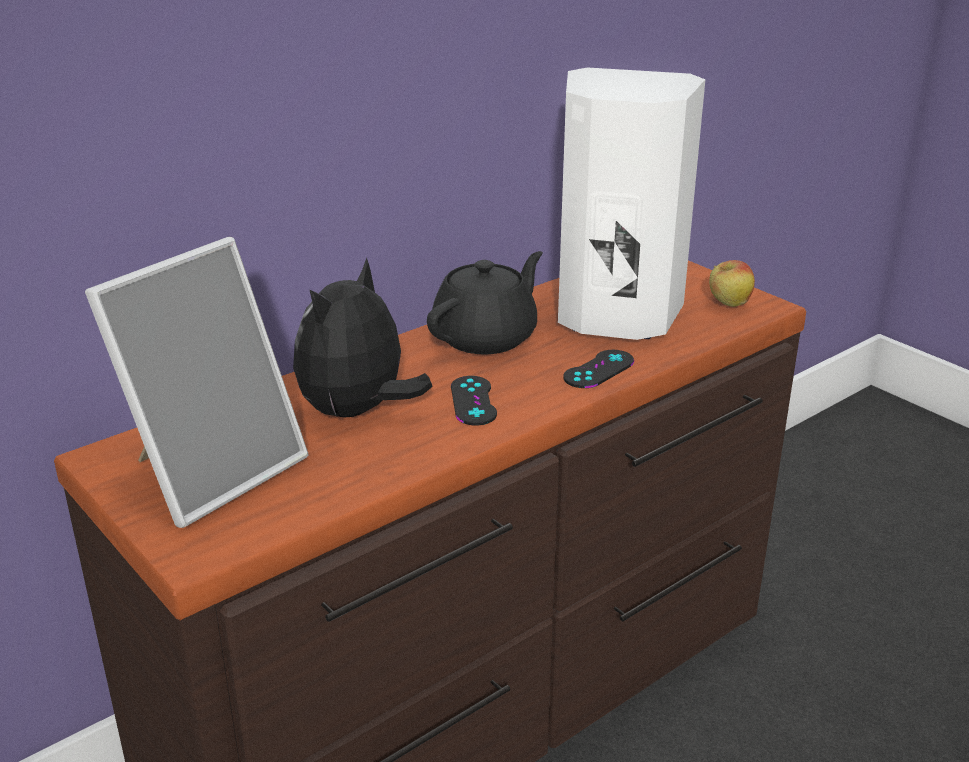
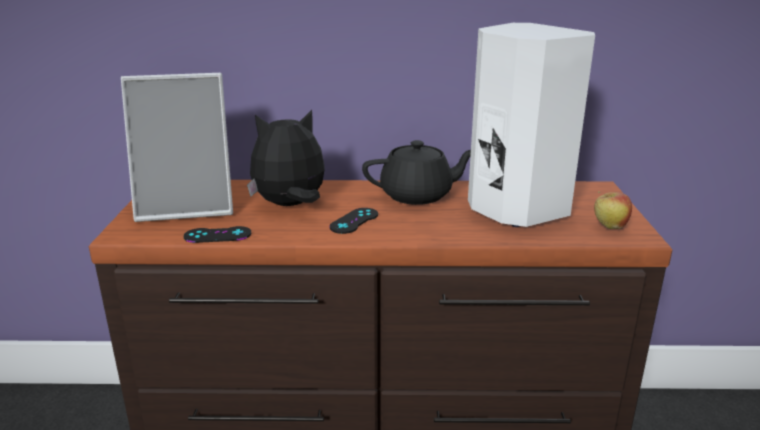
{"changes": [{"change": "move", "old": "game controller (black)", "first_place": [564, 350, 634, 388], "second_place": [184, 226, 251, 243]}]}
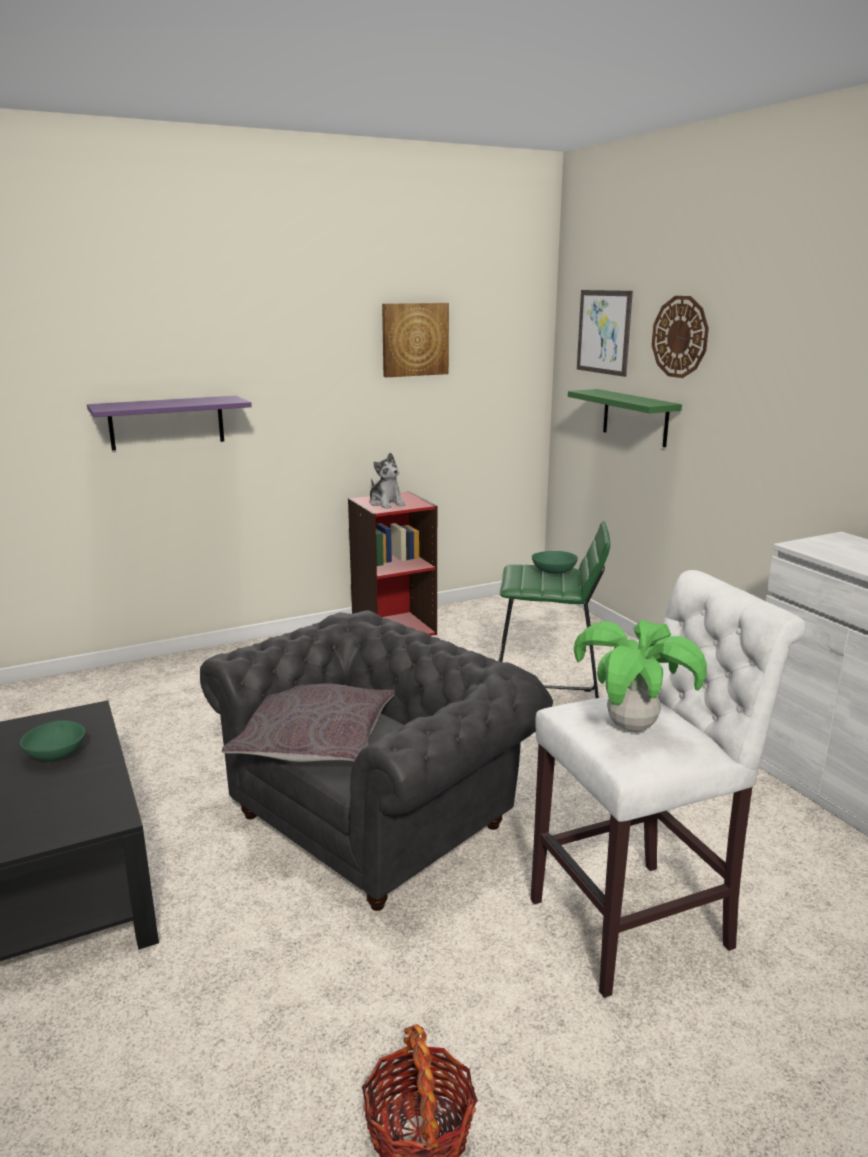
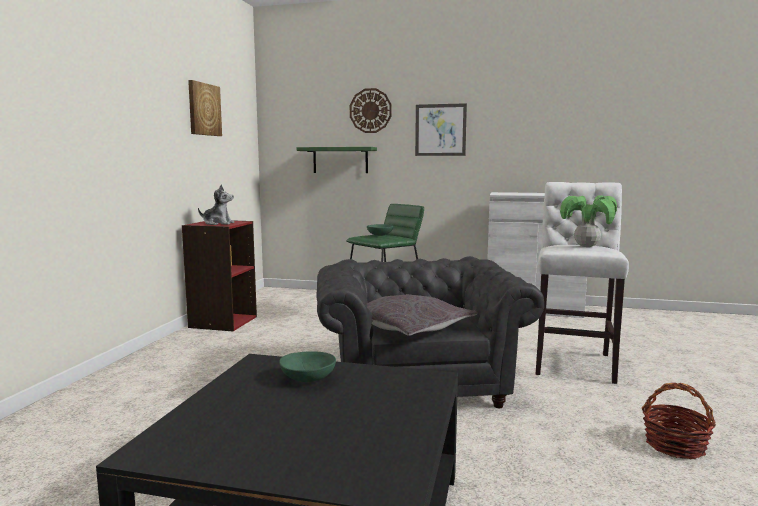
{"changes": [{"change": "move", "old": "picture", "first_place": [577, 290, 633, 377], "second_place": [415, 103, 467, 156]}, {"change": "delete", "old": "shelf (purple)", "first_place": [87, 396, 252, 451]}]}
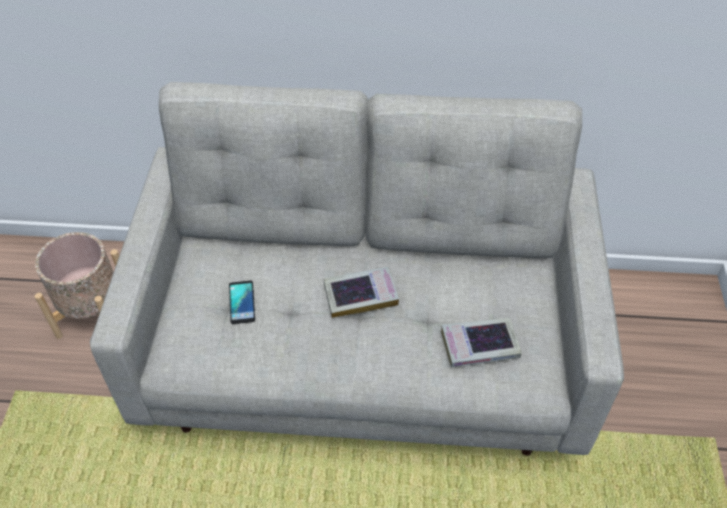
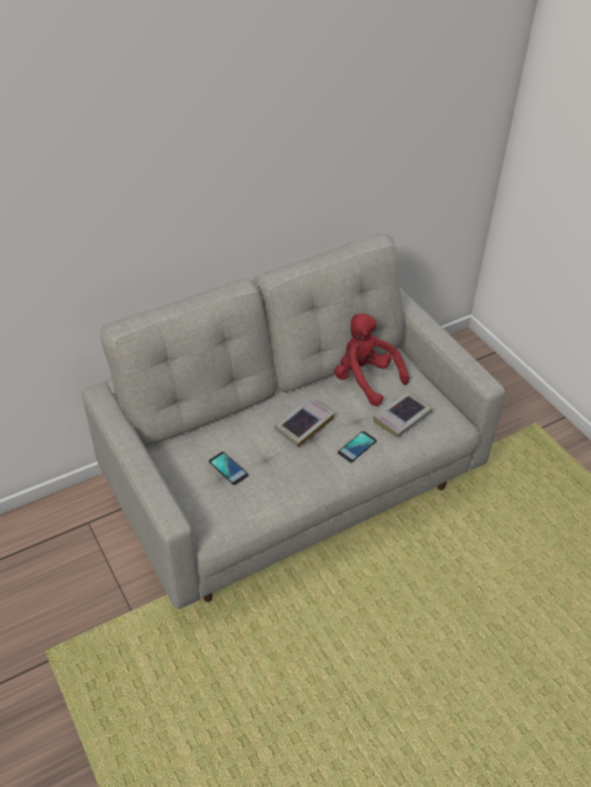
{"changes": [{"change": "delete", "old": "planter (beige)", "first_place": [35, 232, 119, 339]}, {"change": "insert", "new": "plush toy (red)", "second_place": [334, 313, 410, 406]}, {"change": "insert", "new": "phone", "second_place": [338, 431, 377, 462]}]}
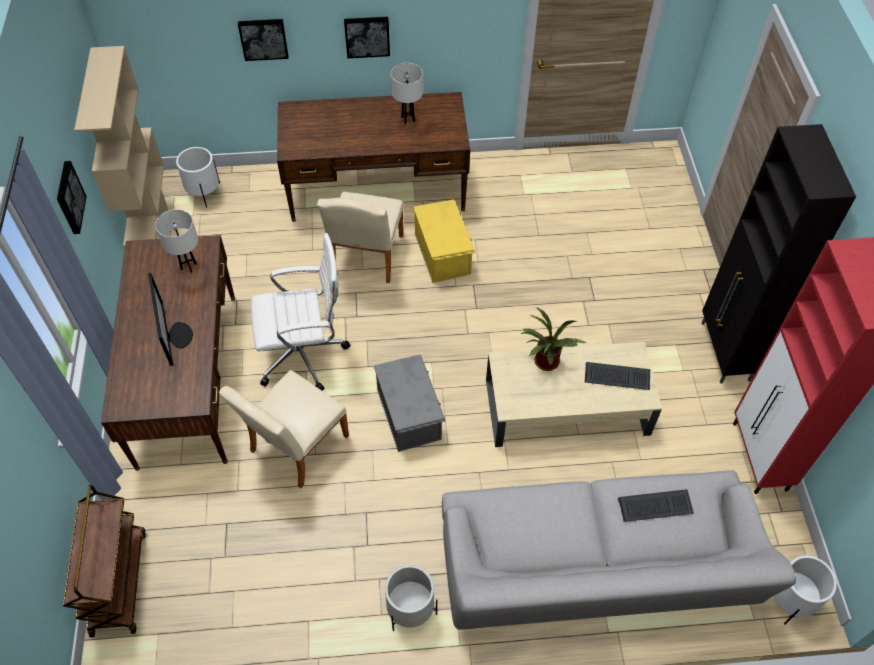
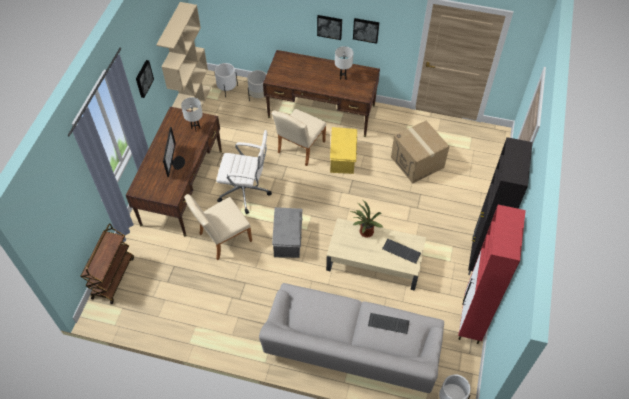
{"changes": [{"change": "move", "old": "picture", "first_place": [238, 19, 288, 61], "second_place": [353, 18, 379, 44]}, {"change": "move", "old": "planter (white)", "first_place": [385, 565, 437, 631], "second_place": [247, 70, 266, 101]}, {"change": "insert", "new": "cardboard box", "second_place": [391, 121, 450, 184]}]}
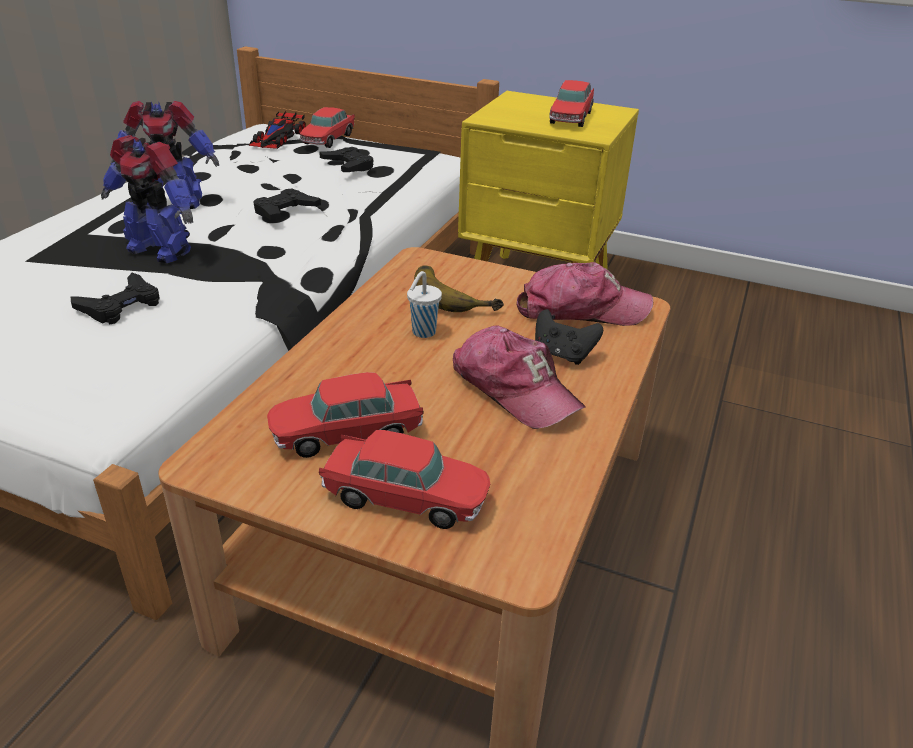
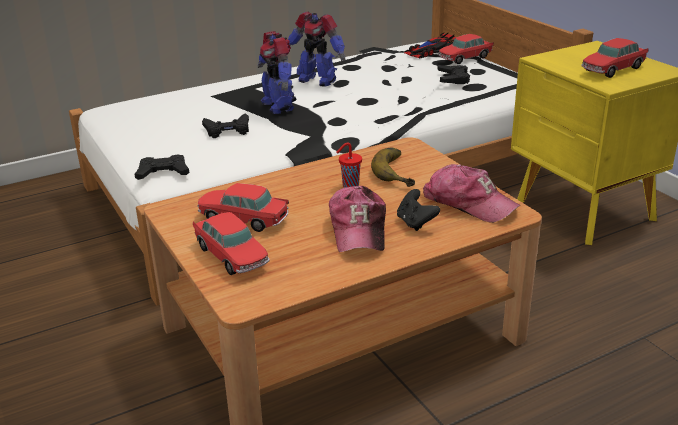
{"changes": [{"change": "move", "old": "game controller (black)", "first_place": [253, 188, 321, 220], "second_place": [135, 155, 189, 180]}, {"change": "recolor", "old": "cup (white)", "new": "cup (red)", "first_place": [407, 271, 442, 338], "second_place": [337, 142, 362, 188]}]}
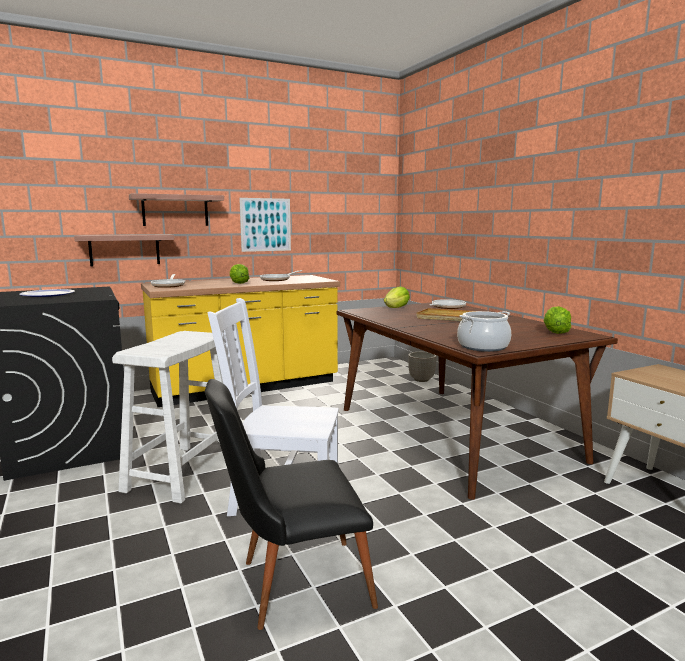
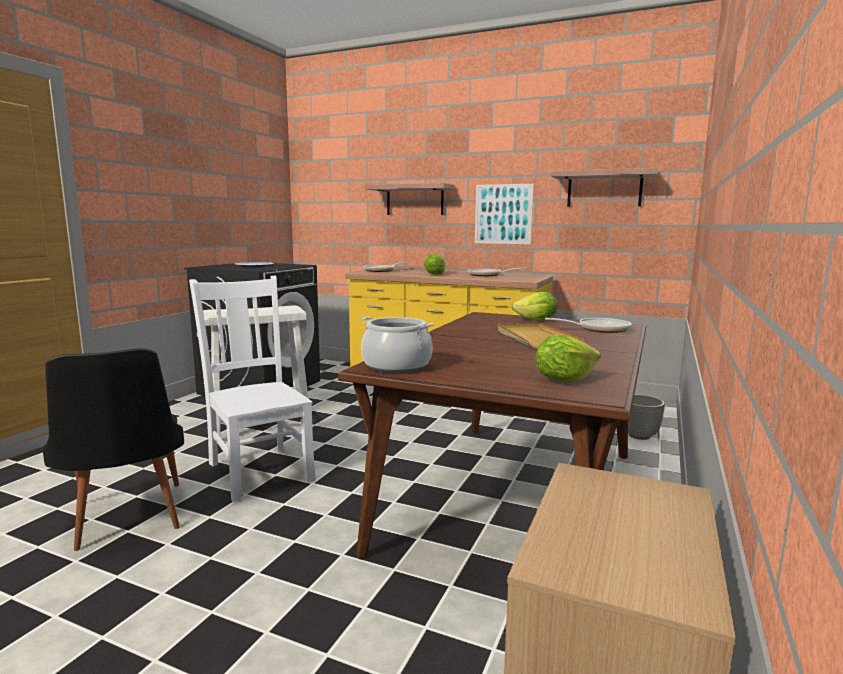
{"changes": [{"change": "move", "old": "shelf", "first_place": [74, 234, 174, 267], "second_place": [551, 168, 658, 207]}, {"change": "rotate", "old": "chair (black)", "first_place": [205, 379, 378, 630], "second_place": [43, 348, 184, 551], "degrees": -150}]}
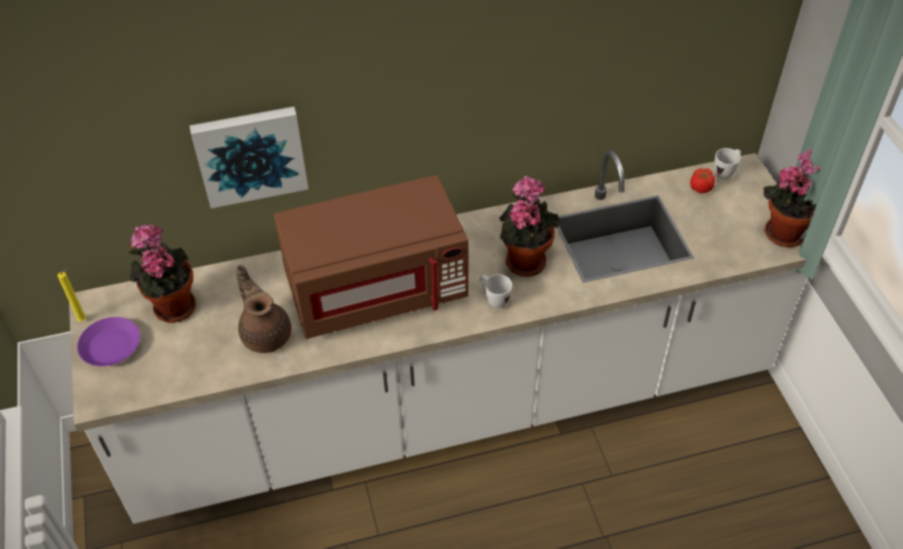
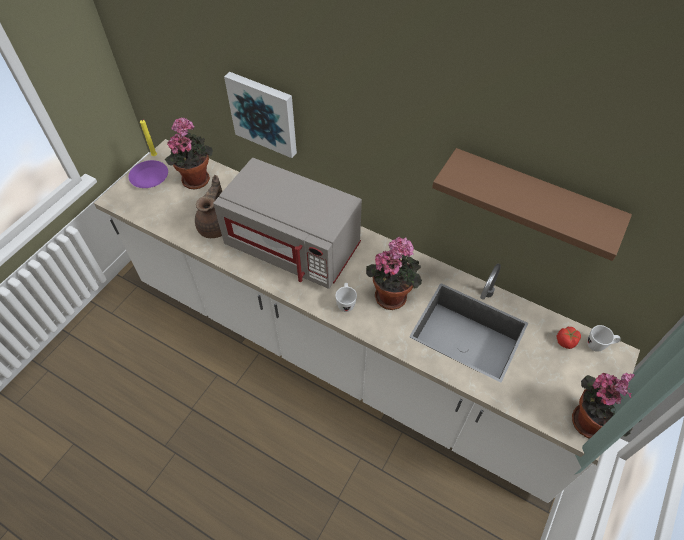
{"changes": [{"change": "recolor", "old": "microwave (brown)", "new": "microwave (grey)", "first_place": [274, 175, 469, 339], "second_place": [213, 158, 362, 289]}, {"change": "insert", "new": "shelf (brown)", "second_place": [432, 148, 632, 261]}]}
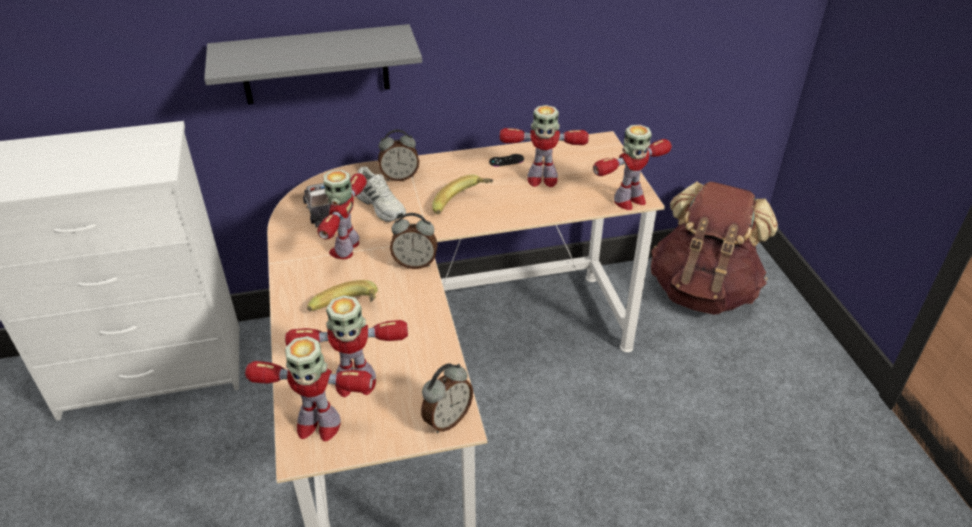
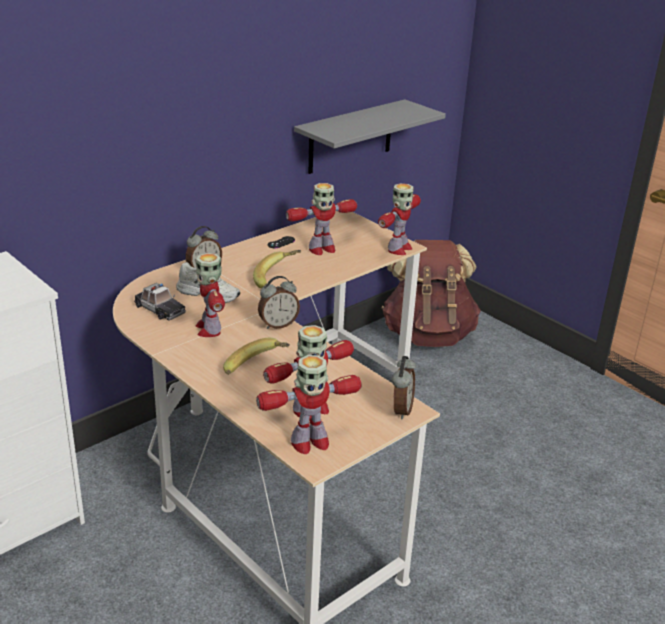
{"changes": [{"change": "move", "old": "shelf (grey)", "first_place": [204, 24, 422, 105], "second_place": [294, 99, 446, 174]}]}
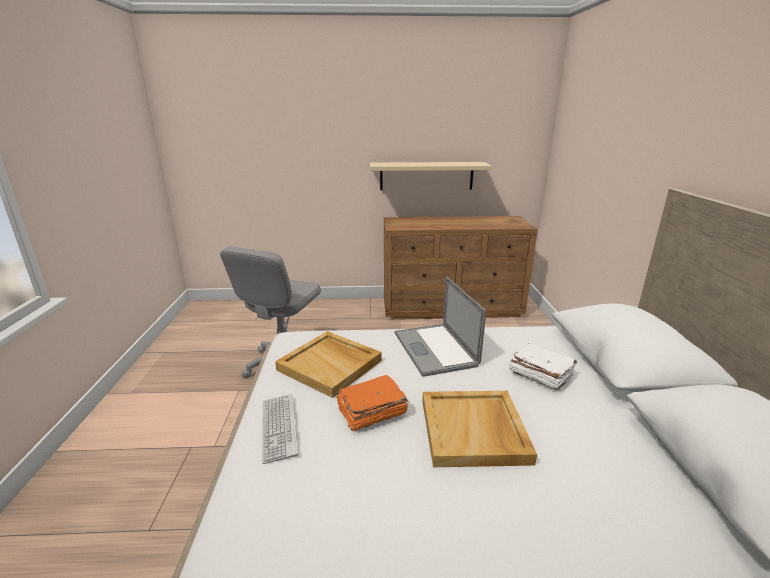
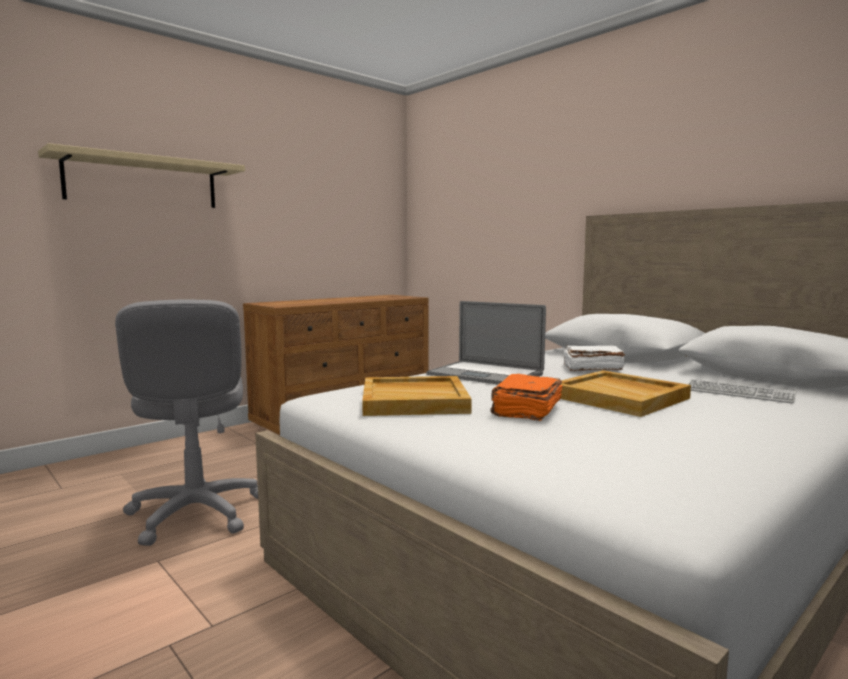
{"changes": [{"change": "move", "old": "shelf (beige)", "first_place": [370, 162, 492, 190], "second_place": [38, 143, 245, 208]}, {"change": "move", "old": "keyboard", "first_place": [262, 394, 298, 464], "second_place": [688, 379, 796, 403]}]}
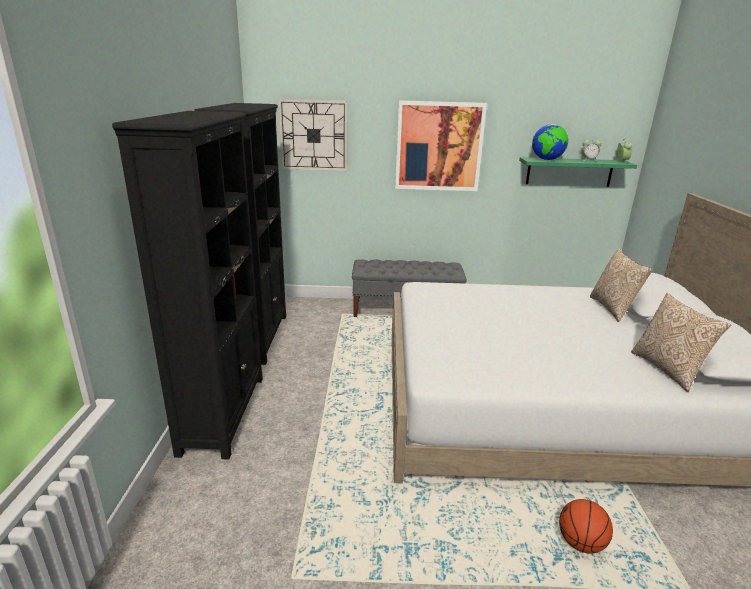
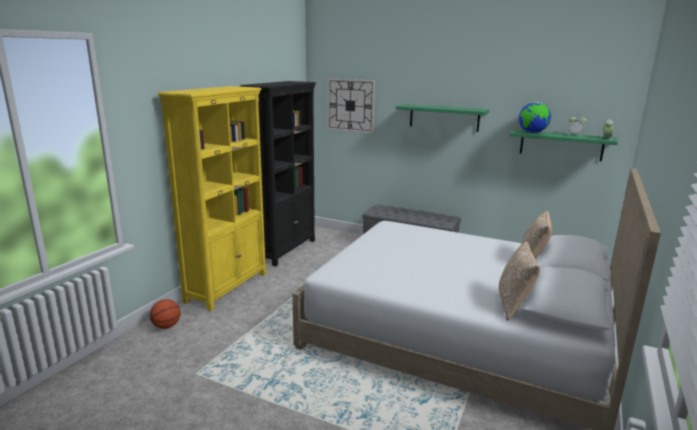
{"changes": [{"change": "replace", "old": "picture", "new": "shelf (green)", "first_place": [395, 100, 487, 191], "second_place": [396, 104, 489, 132]}, {"change": "recolor", "old": "bookcase (black)", "new": "bookcase (yellow)", "first_place": [112, 111, 263, 460], "second_place": [158, 86, 267, 311]}, {"change": "move", "old": "basketball", "first_place": [559, 499, 613, 554], "second_place": [150, 299, 180, 329]}]}
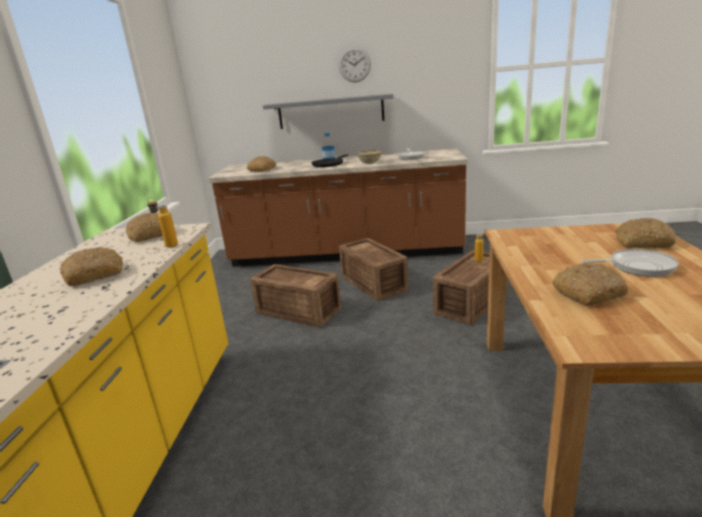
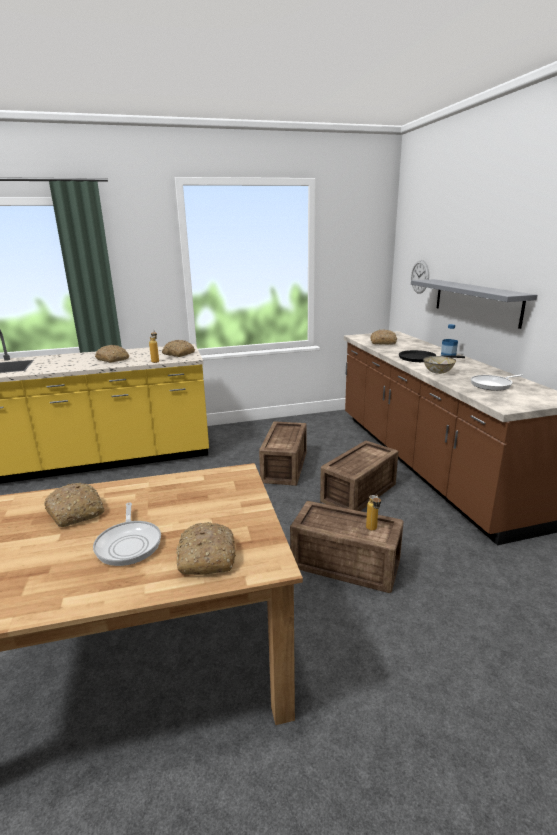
{"changes": [{"change": "move", "old": "wall clock", "first_place": [339, 47, 371, 82], "second_place": [411, 260, 429, 294]}]}
